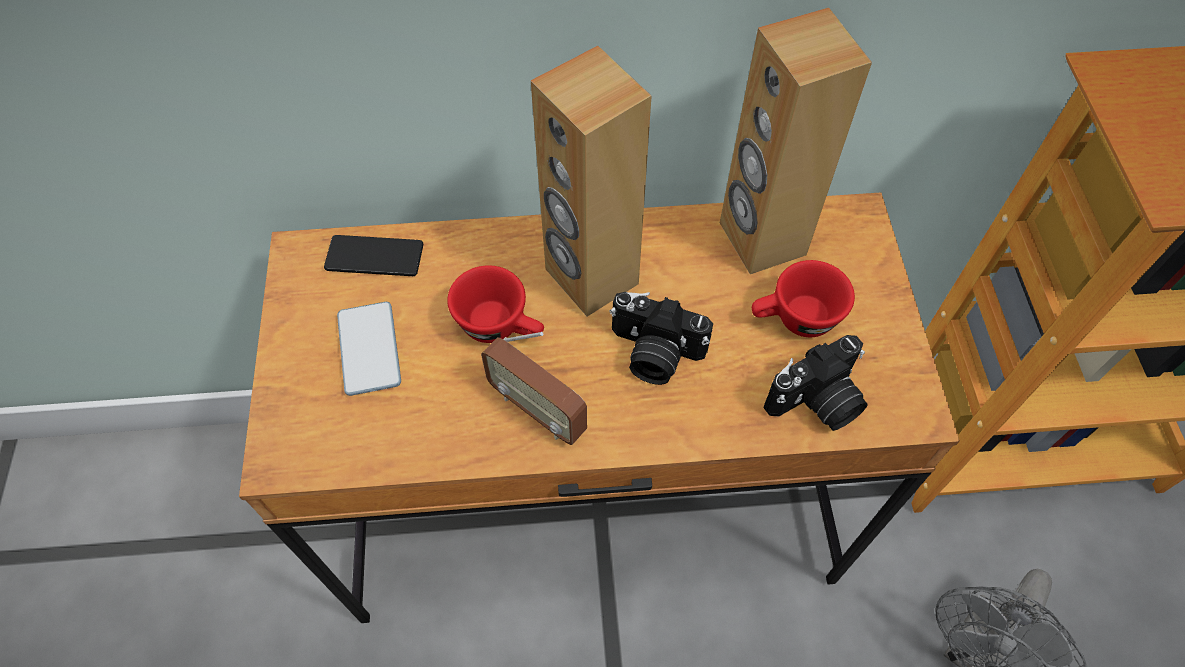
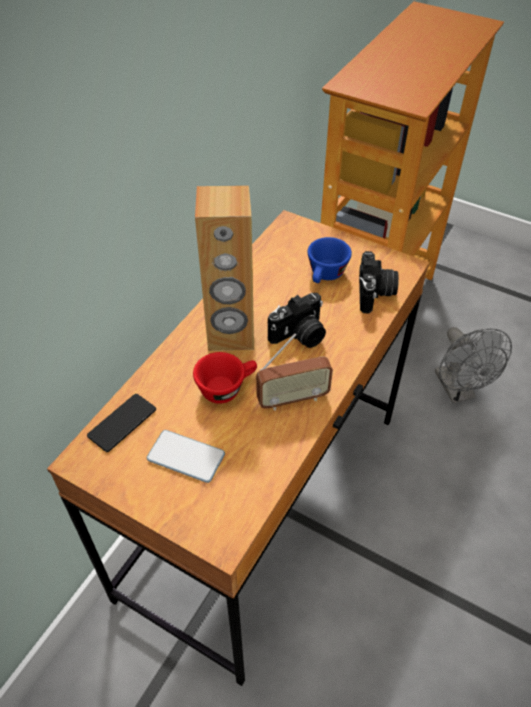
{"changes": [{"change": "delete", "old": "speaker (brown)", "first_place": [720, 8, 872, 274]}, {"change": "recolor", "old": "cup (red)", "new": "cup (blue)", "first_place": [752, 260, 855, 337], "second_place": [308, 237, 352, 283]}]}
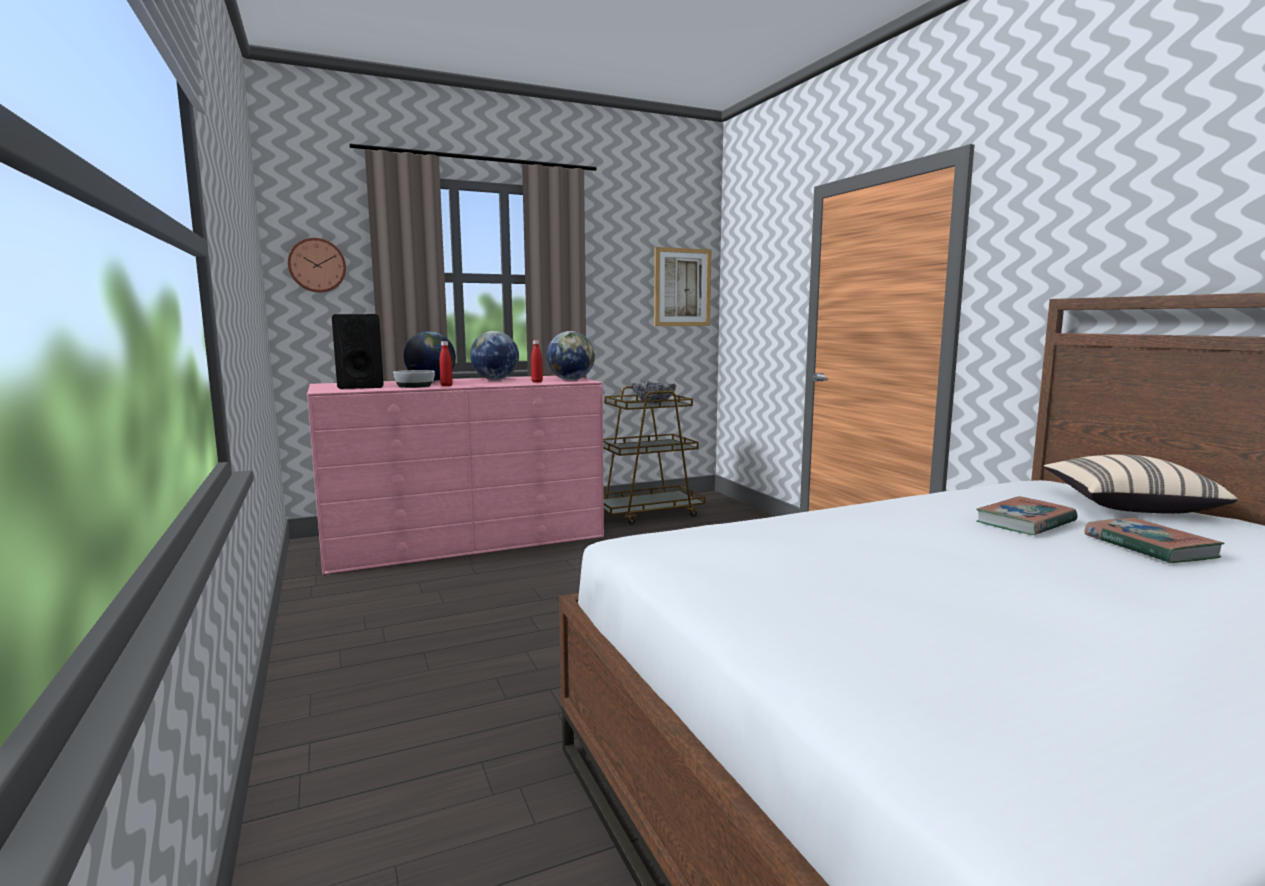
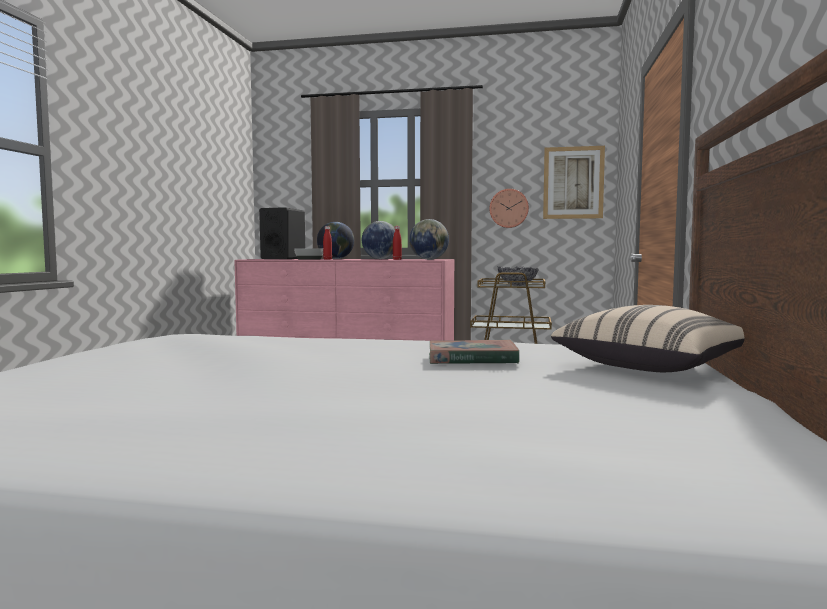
{"changes": [{"change": "move", "old": "wall clock", "first_place": [288, 238, 346, 293], "second_place": [489, 189, 529, 228]}, {"change": "delete", "old": "book", "first_place": [1084, 518, 1225, 563]}]}
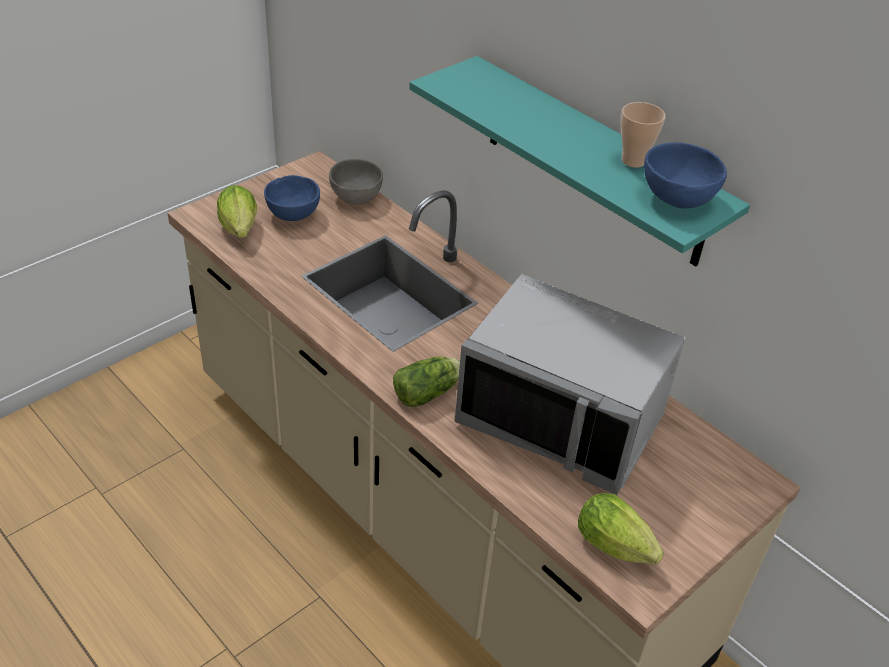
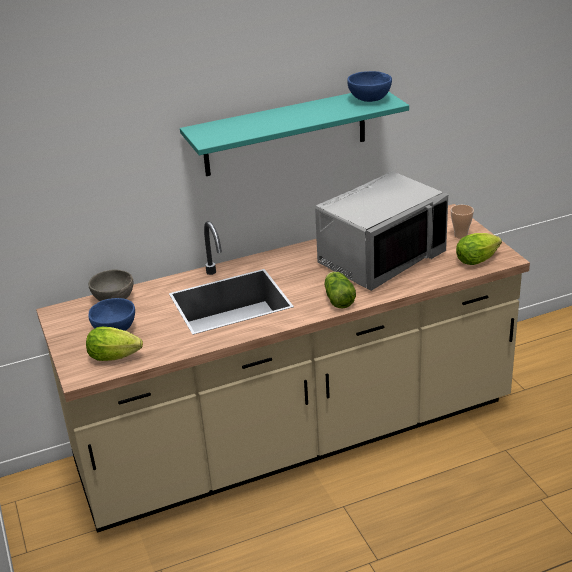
{"changes": [{"change": "move", "old": "cup", "first_place": [621, 102, 666, 168], "second_place": [451, 205, 474, 239]}]}
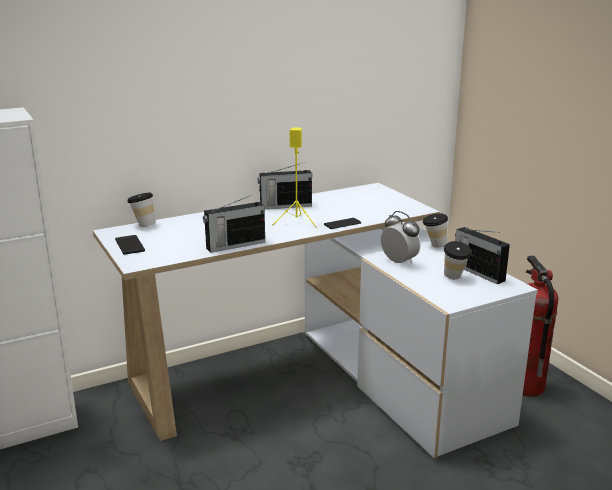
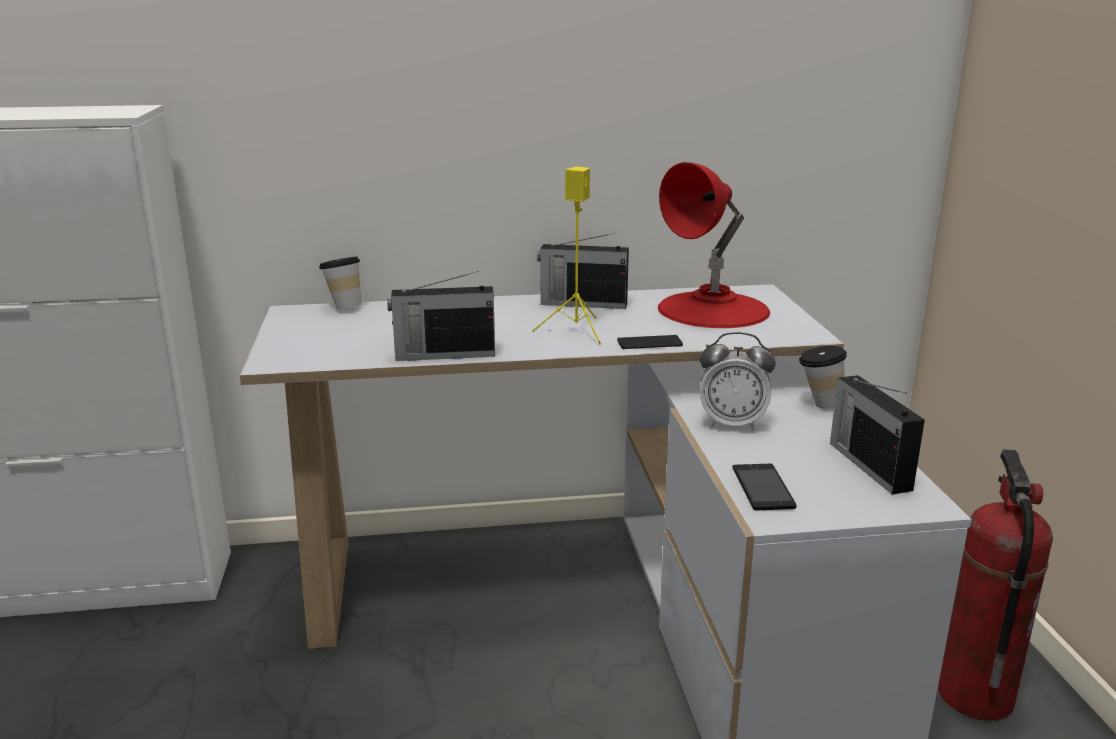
{"changes": [{"change": "rotate", "old": "alarm clock", "first_place": [381, 211, 421, 264], "second_place": [700, 332, 776, 430], "degrees": 120}, {"change": "move", "old": "phone", "first_place": [115, 235, 145, 255], "second_place": [733, 464, 797, 510]}, {"change": "delete", "old": "cup", "first_place": [444, 241, 472, 279]}, {"change": "insert", "new": "table lamp (red)", "second_place": [658, 162, 770, 328]}]}
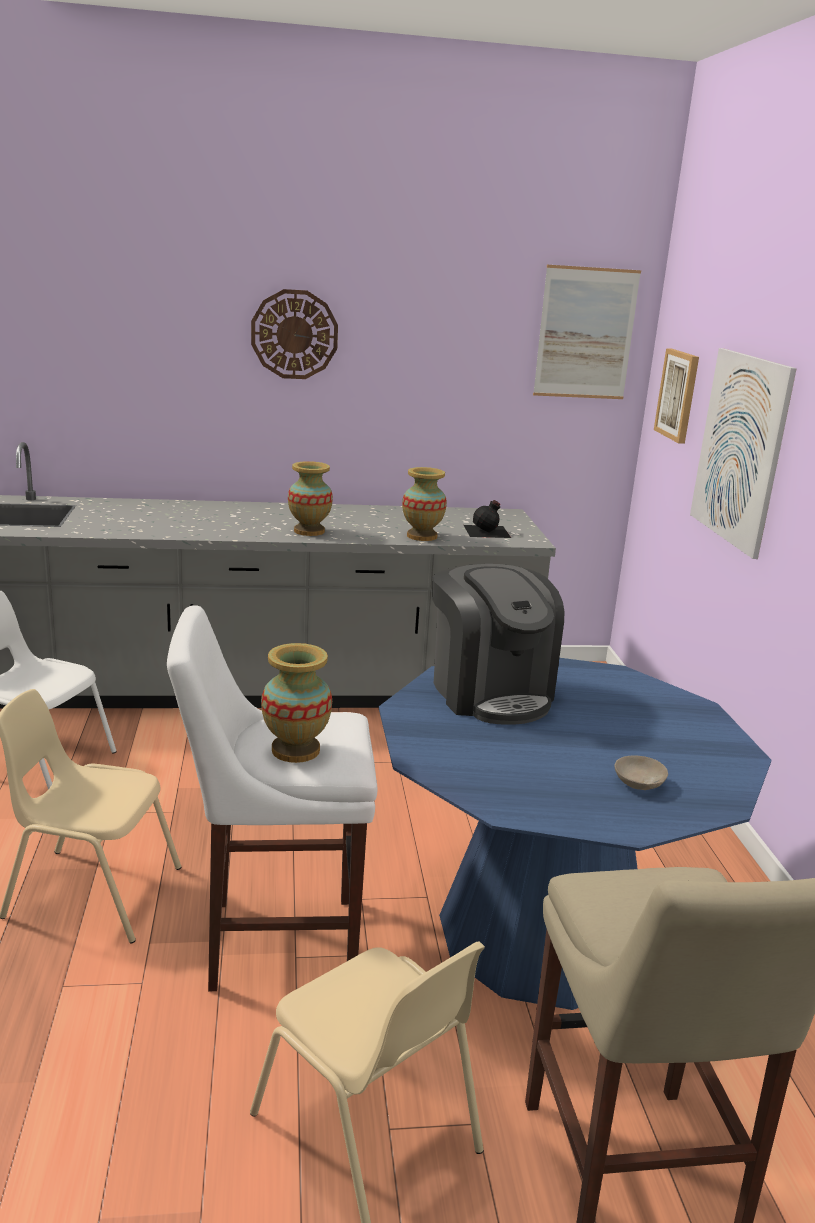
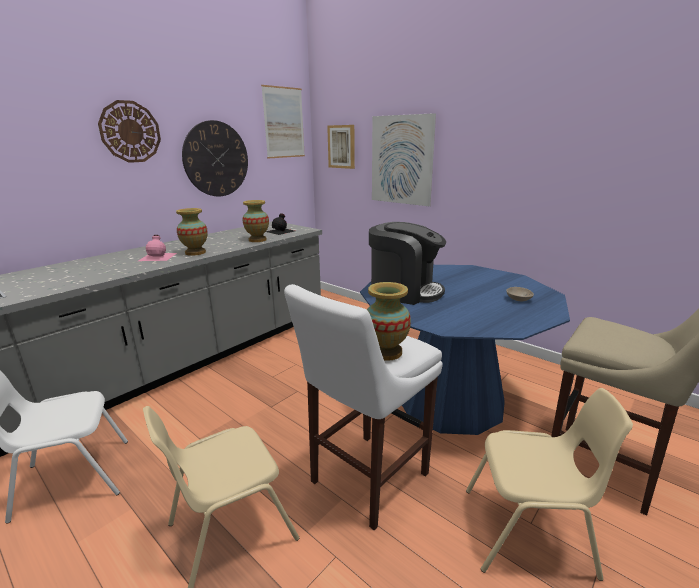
{"changes": [{"change": "insert", "new": "wall clock", "second_place": [182, 120, 248, 196]}, {"change": "insert", "new": "bottle (pink)", "second_place": [138, 235, 177, 261]}]}
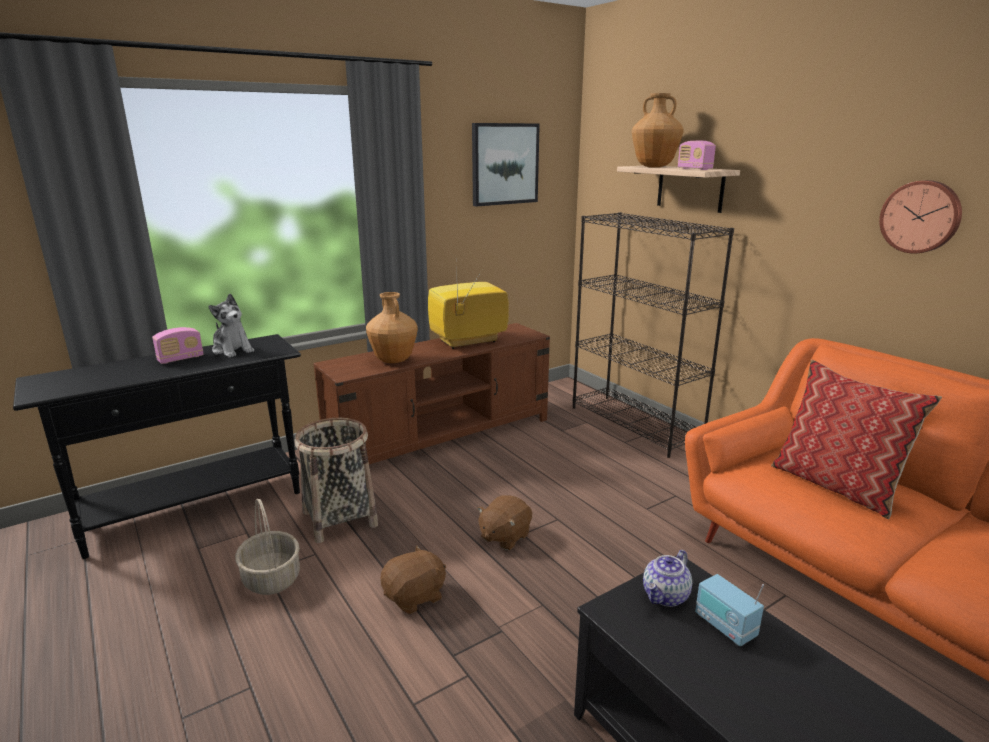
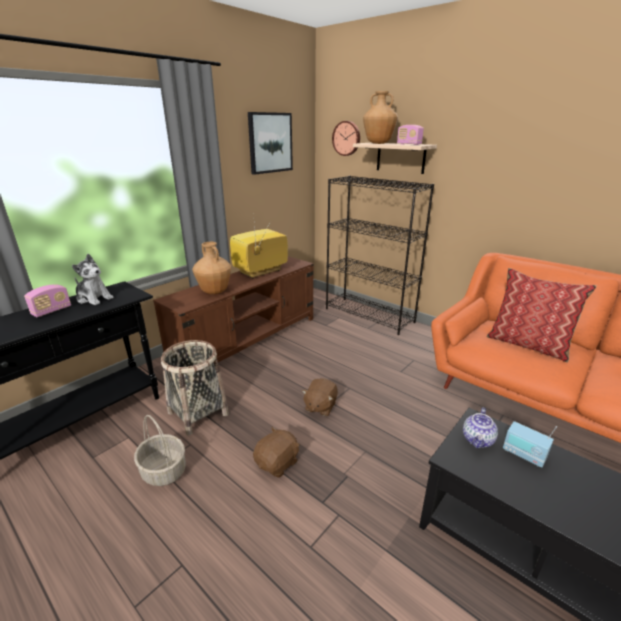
{"changes": [{"change": "move", "old": "wall clock", "first_place": [879, 180, 962, 254], "second_place": [332, 121, 360, 156]}]}
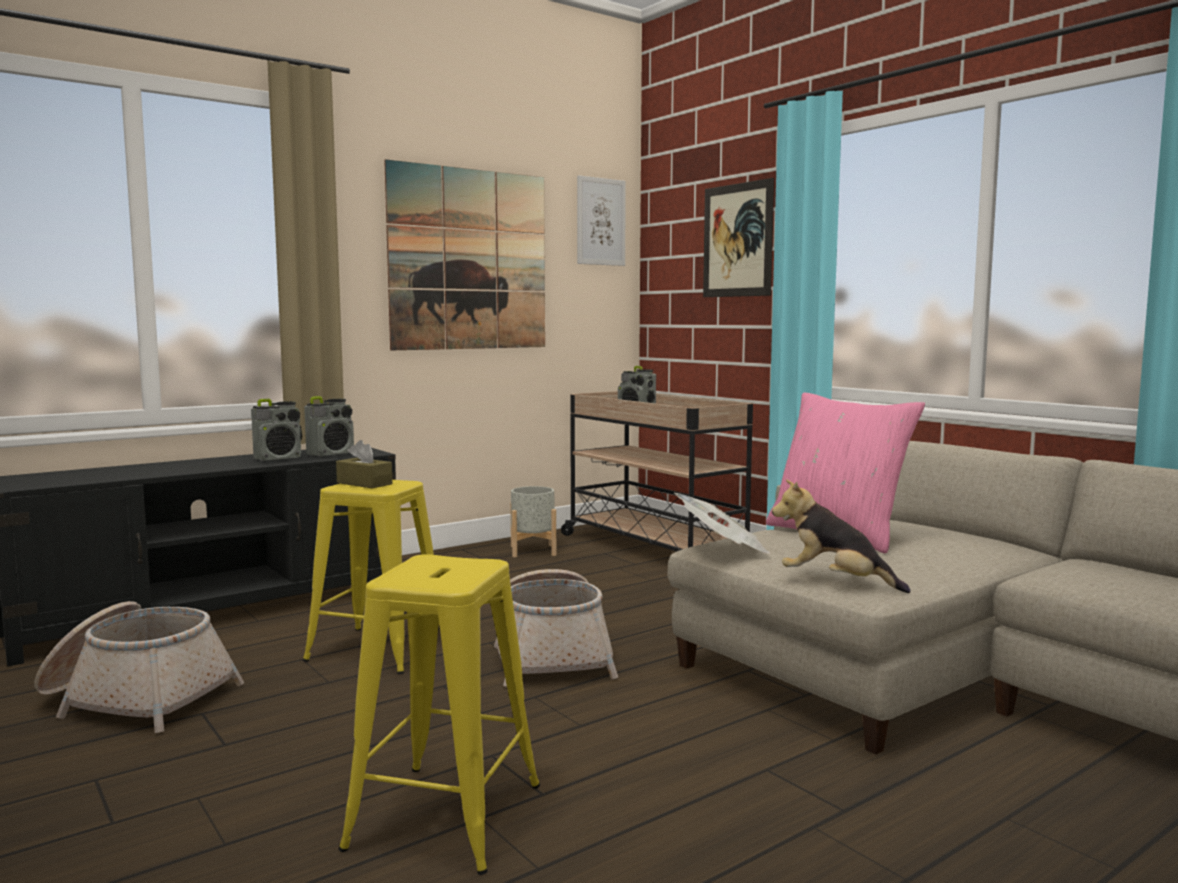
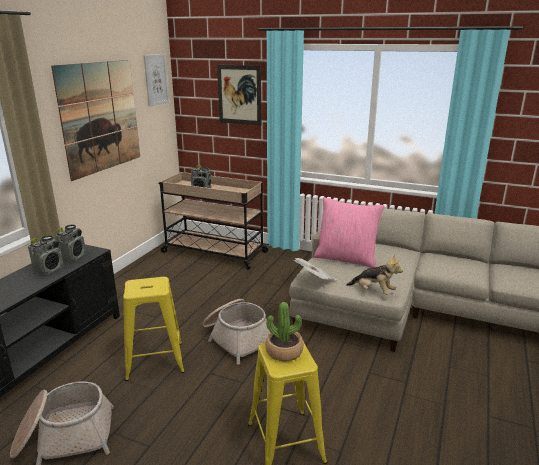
{"changes": [{"change": "delete", "old": "tissue box (brown)", "first_place": [336, 440, 392, 488]}, {"change": "rotate", "old": "plush toy", "first_place": [772, 479, 911, 593], "second_place": [346, 255, 403, 295], "degrees": -150}, {"change": "delete", "old": "planter (grey)", "first_place": [510, 486, 556, 557]}, {"change": "insert", "new": "potted plant", "second_place": [265, 302, 304, 361]}]}
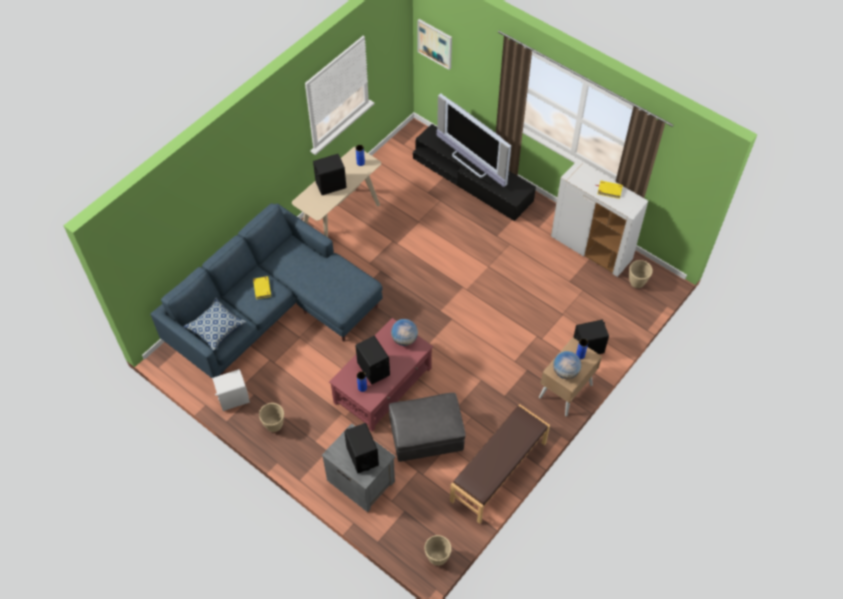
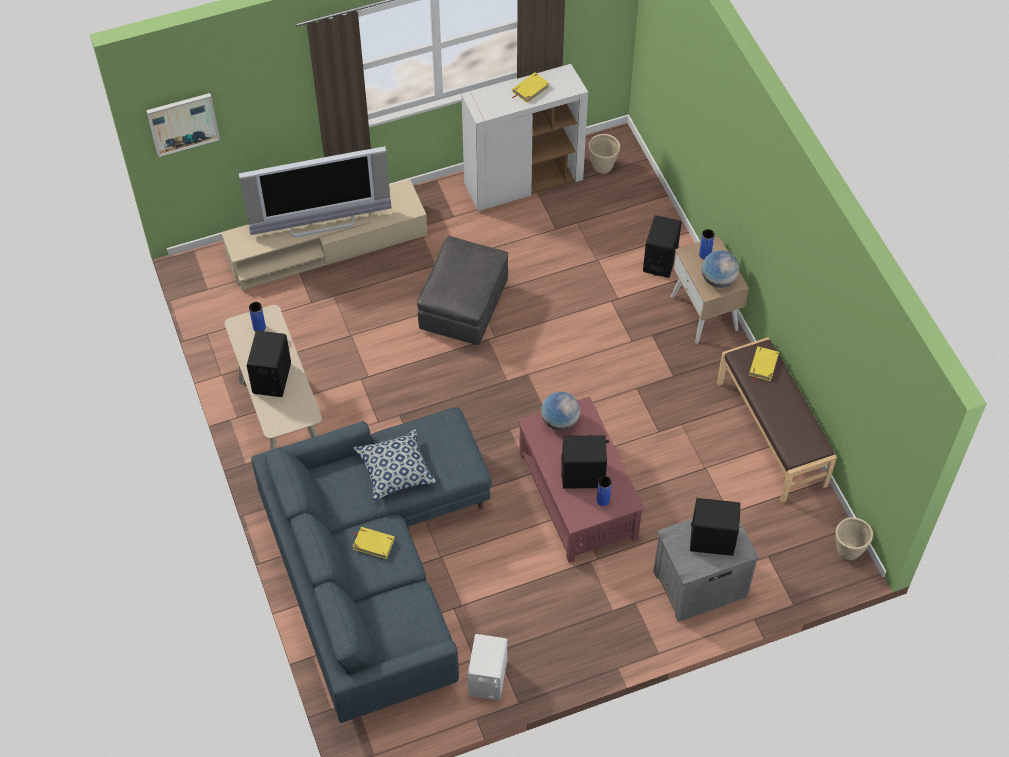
{"changes": [{"change": "recolor", "old": "tv stand (black)", "new": "tv stand (beige)", "first_place": [413, 124, 536, 221], "second_place": [221, 179, 428, 290]}, {"change": "move", "old": "pillow", "first_place": [183, 298, 246, 351], "second_place": [353, 429, 436, 502]}, {"change": "move", "old": "ottoman (grey)", "first_place": [389, 393, 466, 462], "second_place": [417, 236, 508, 345]}, {"change": "delete", "old": "planter (beige)", "first_place": [259, 403, 284, 432]}, {"change": "insert", "new": "book (yellow)", "second_place": [749, 346, 779, 382]}]}
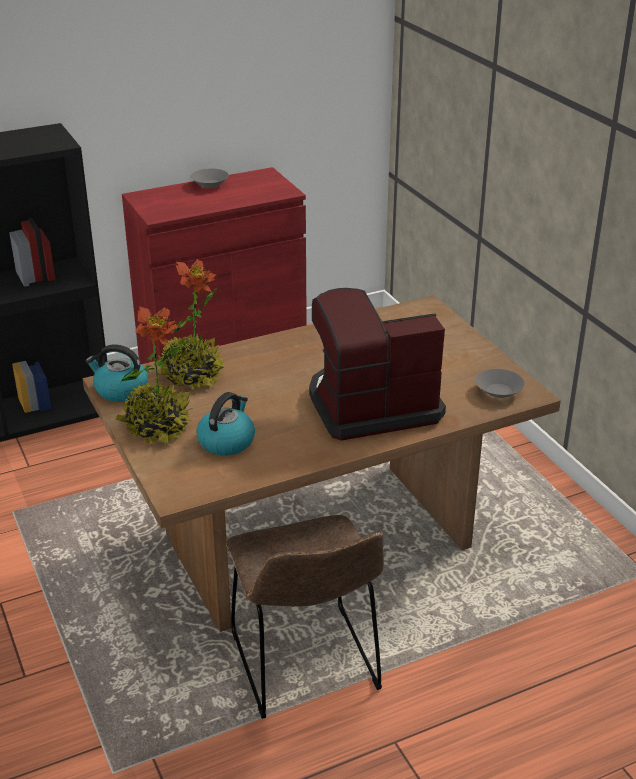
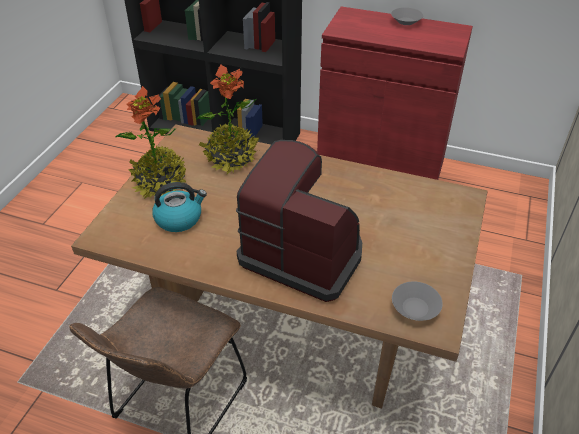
{"changes": [{"change": "delete", "old": "kettle", "first_place": [86, 344, 148, 402]}]}
